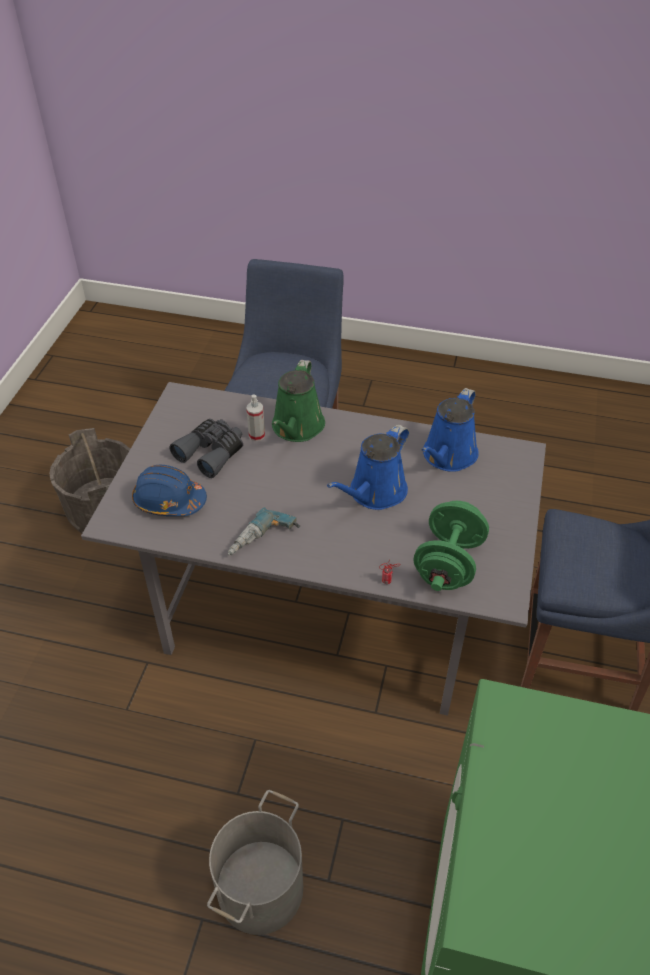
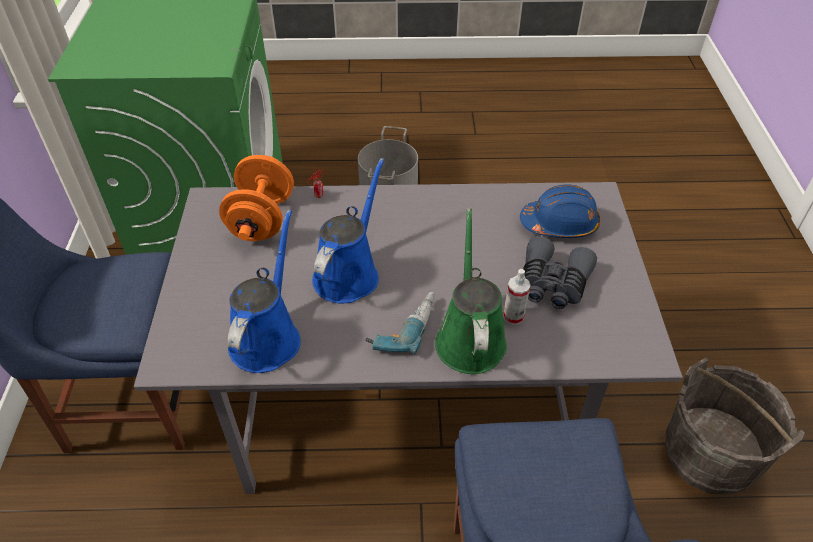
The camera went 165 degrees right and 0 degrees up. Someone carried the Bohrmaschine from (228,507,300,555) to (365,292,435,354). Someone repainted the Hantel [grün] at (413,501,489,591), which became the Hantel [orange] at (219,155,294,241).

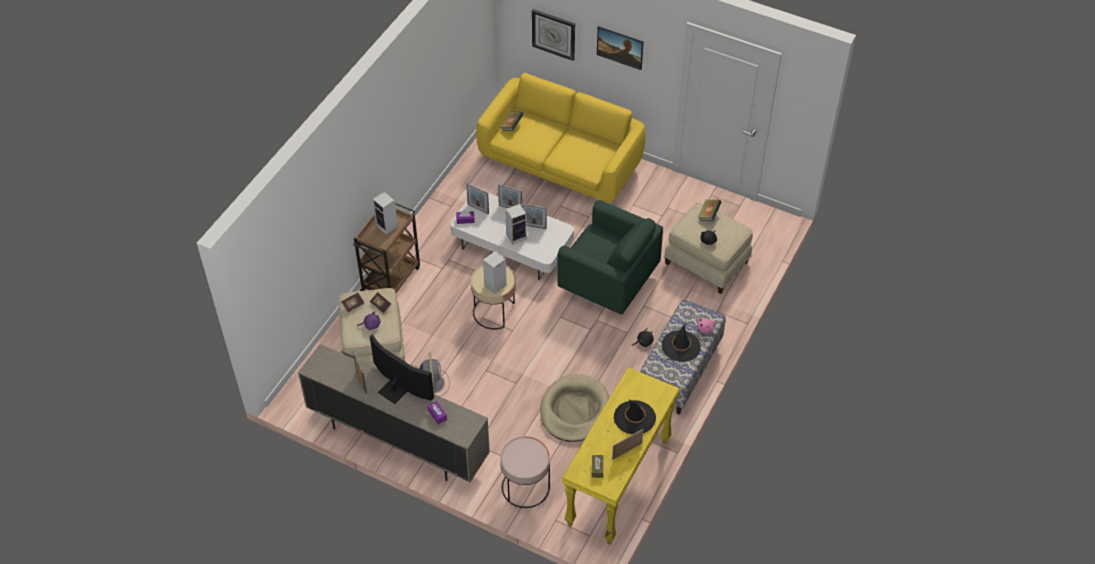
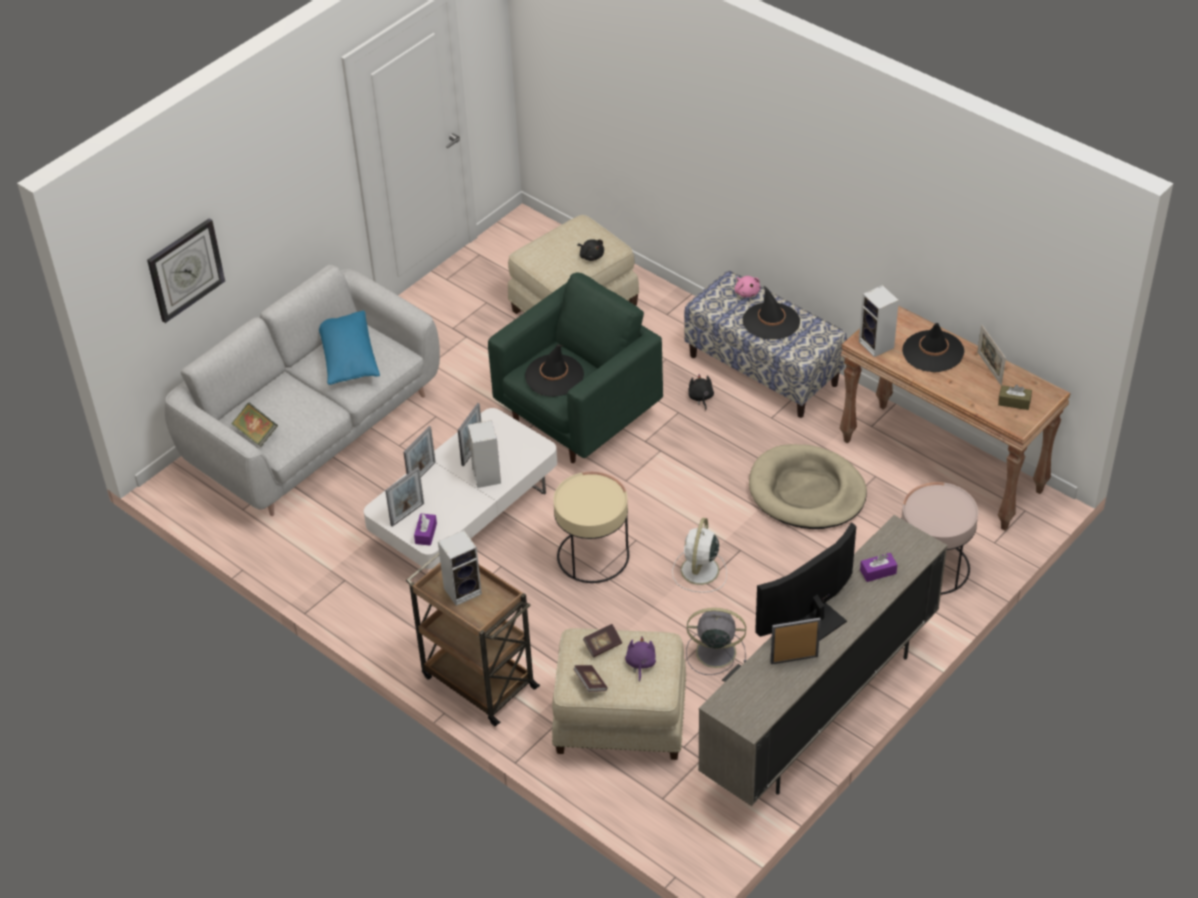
The camera went 75 degrees left and 5 degrees down. Someone took away the Bild at (597,26,644,70). Someone took away the Buch at (698,200,721,221). Someone put down the Kissen [blau] at (319,311,380,385). Someone put down the Hut [schwarz] at (525,345,584,397). Someone put down the Ventilator [weiß] at (672,518,727,593). Someone carried the Lautsprecher from (483,251,507,294) to (859,285,899,357). Someone repainted the Sofa [gelb] at (476,73,646,203), which became the Sofa [grau] at (165,265,440,516). Someone repainted the Konsolentisch [gelb] at (562,367,680,545), which became the Konsolentisch [braun] at (840,305,1071,531).

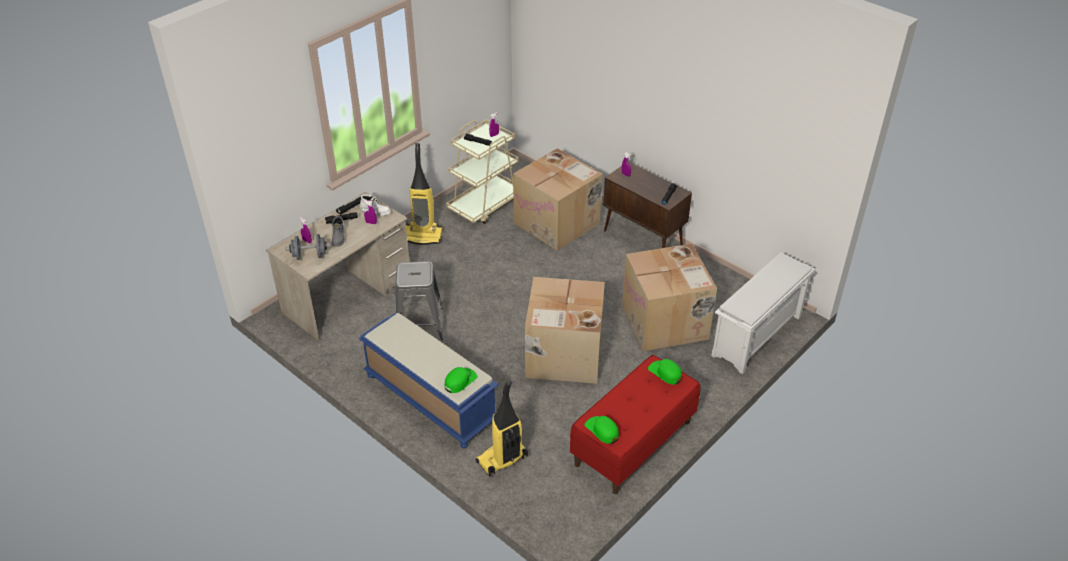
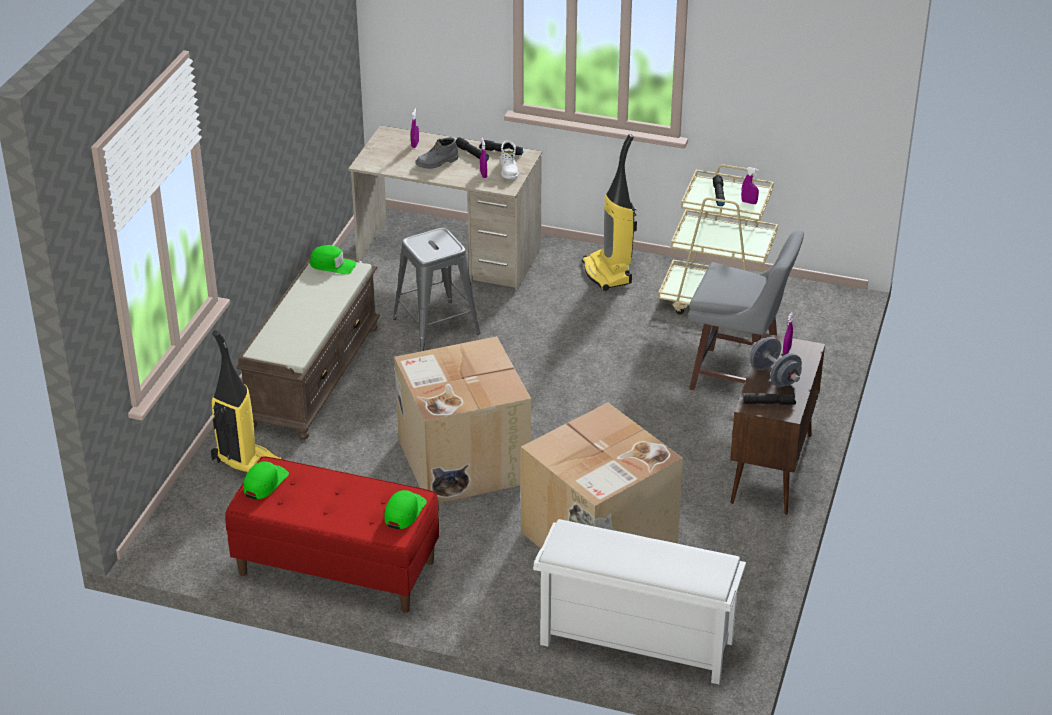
The camera went 65 degrees right and 5 degrees down. Someone carried the Hantel [grau] from (285,234,331,260) to (750,337,802,387). Someone carried the Kappe [grün] from (445,367,478,393) to (310,245,357,275). Someone swapped the Karton at (513,148,603,251) for the Hocker [grau] at (688,230,804,390). Someone repainted the Bank [blau] at (359,313,499,448), which became the Bank [braun] at (236,257,380,440).

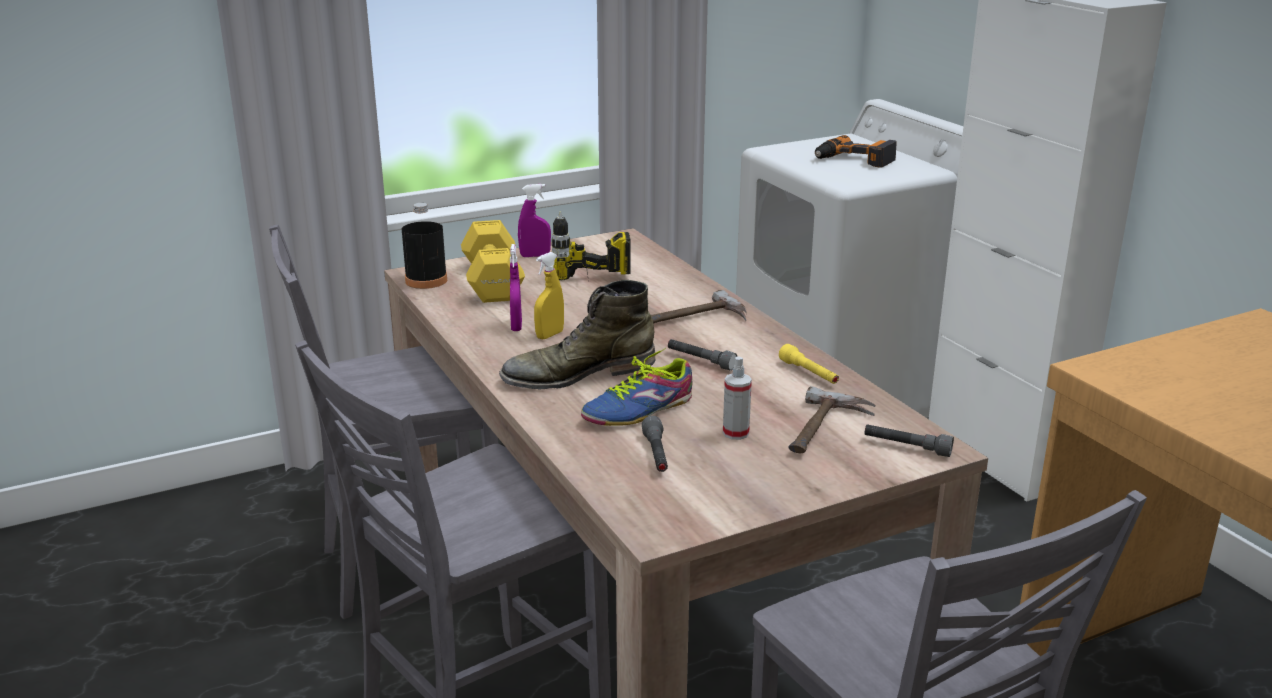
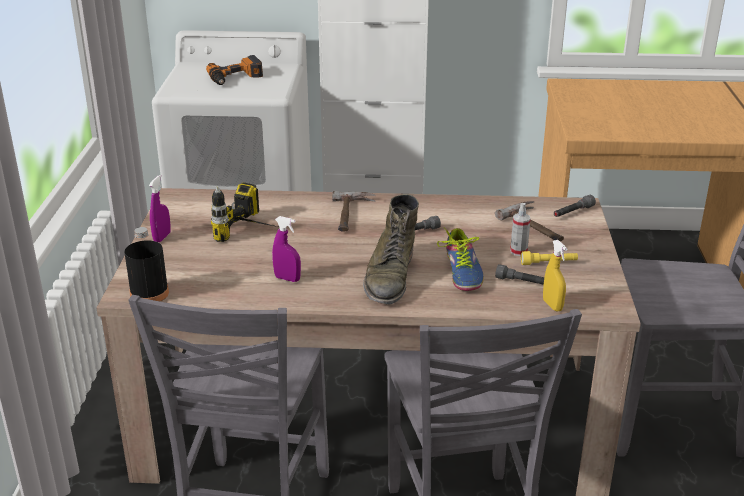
The camera went 60 degrees left and 5 degrees up. Someone took away the Hantel [gelb] at (461,220,525,303). Someone carried the Sprühflasche [gelb] from (534,252,564,340) to (543,240,567,311). Someone carried the Taschenlampe [gelb] from (779,344,839,384) to (521,251,578,265).

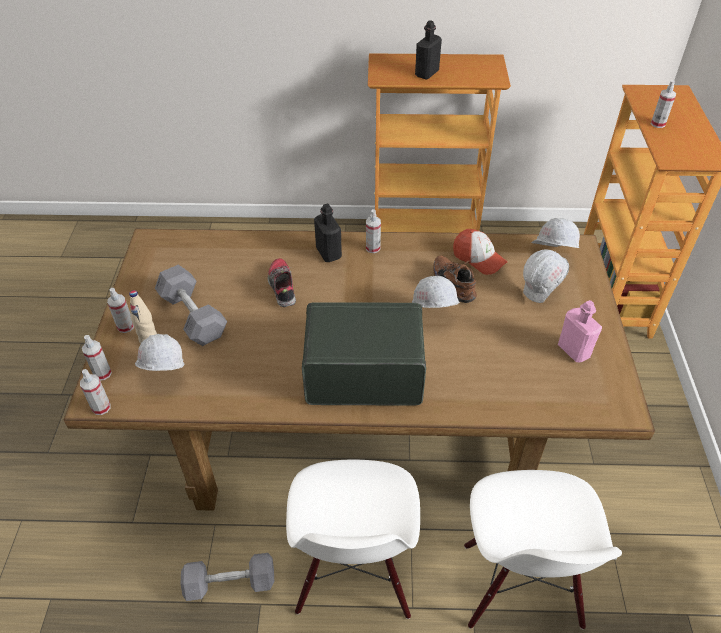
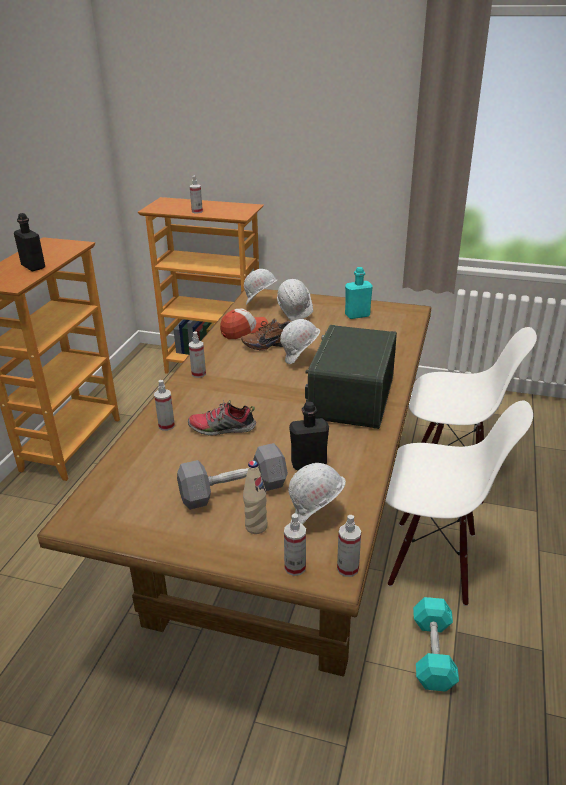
The camera went 75 degrees left and 15 degrees down. Someone carried the Sprühflasche from (107,288,134,333) to (154,380,175,431). Someone carried the Flasche [schwarz] from (314,204,342,262) to (289,402,329,471). Someone repainted the Hantel [grau] at (180,553,274,601), which became the Hantel [türkis] at (413,597,459,691). Someone repainted the Flasche [rosa] at (558,300,602,362), which became the Flasche [türkis] at (345,267,373,319).

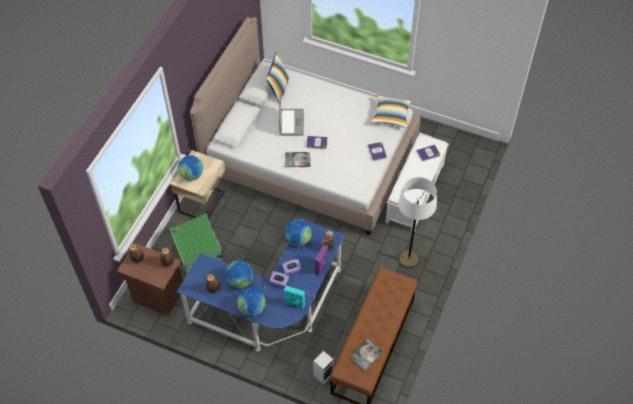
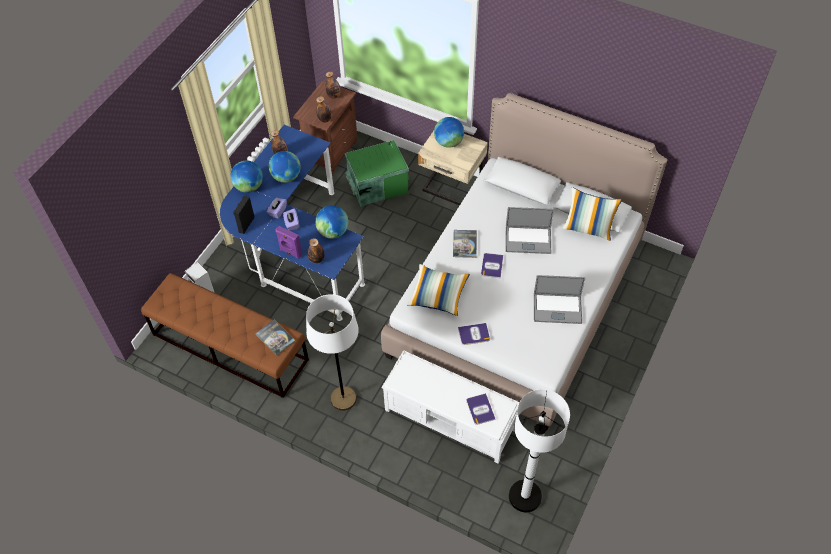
The camera went 95 degrees right and 0 degrees up. Someone put down the Stehlampe [weiß] at (509,389,570,512). Someone put down the Laptop at (534,275,585,324). Someone carried the Buch from (350,339,383,371) to (255,319,295,356). Someone carried the Kissen from (371,95,412,128) to (407,264,470,316). Someone repainted the Lautsprecher [türkis] at (284,286,305,309), which became the Lautsprecher [schwarz] at (233,195,255,234).

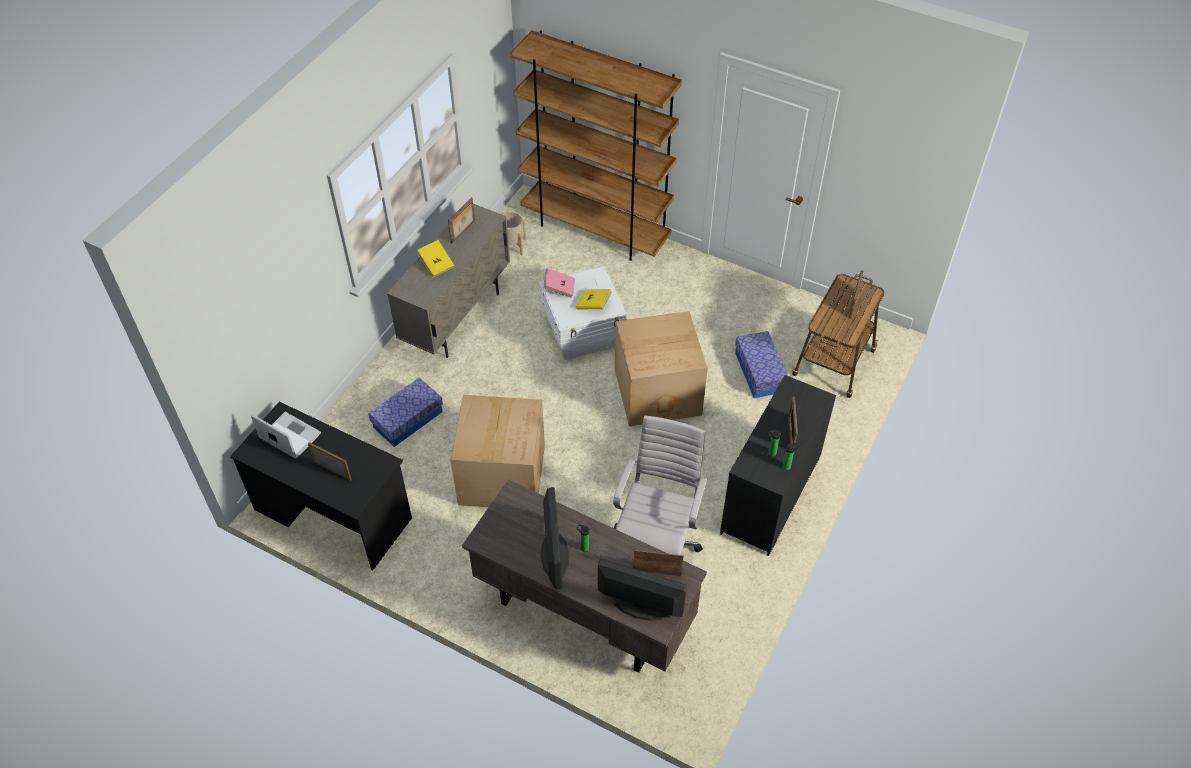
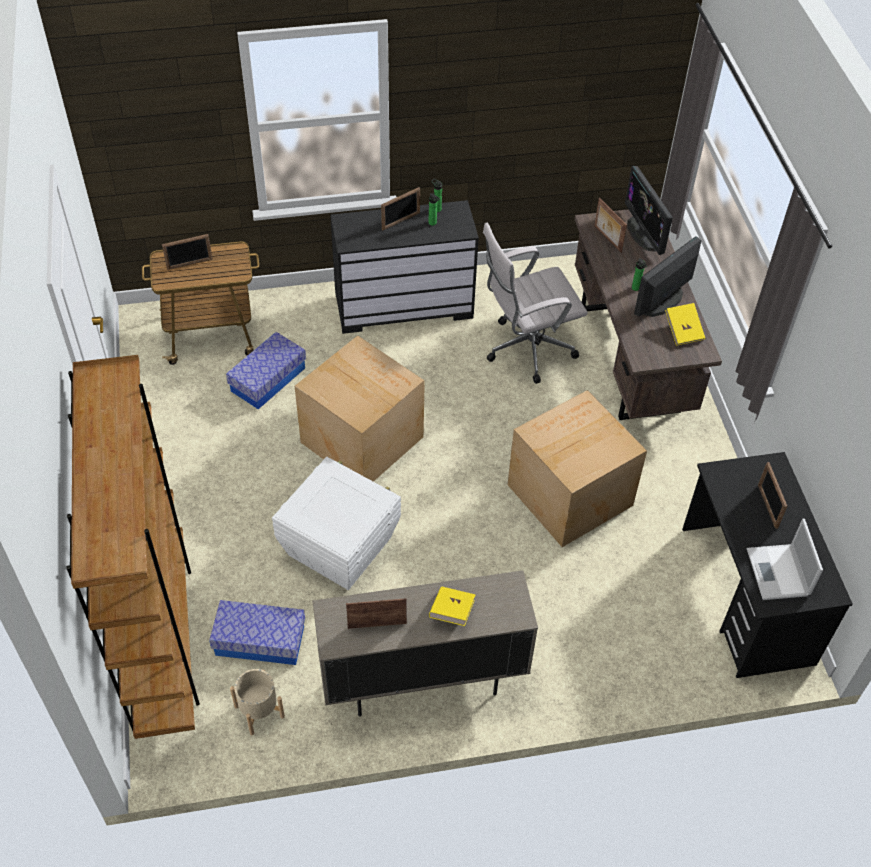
The camera went 130 degrees left and 0 degrees up. Someone took away the Buch [rosa] at (543,268,575,298). Someone carried the Aufbewahrungsbox from (368,378,443,447) to (209,600,305,665). Someone carried the Buch [gelb] from (575,289,612,310) to (665,303,705,346).

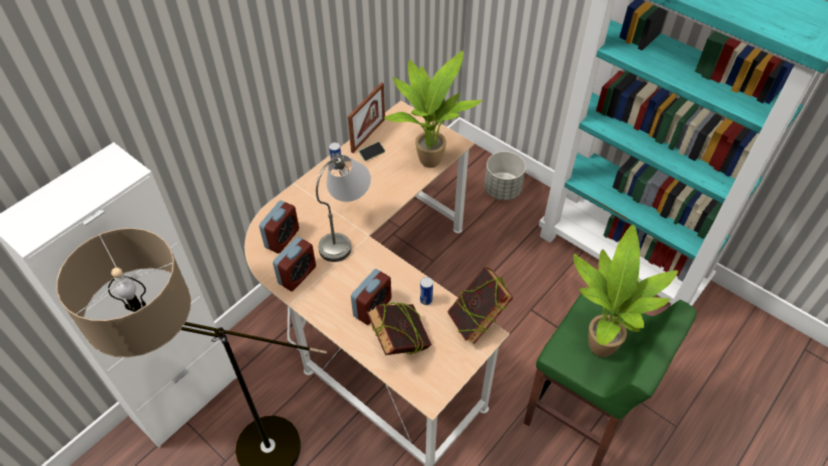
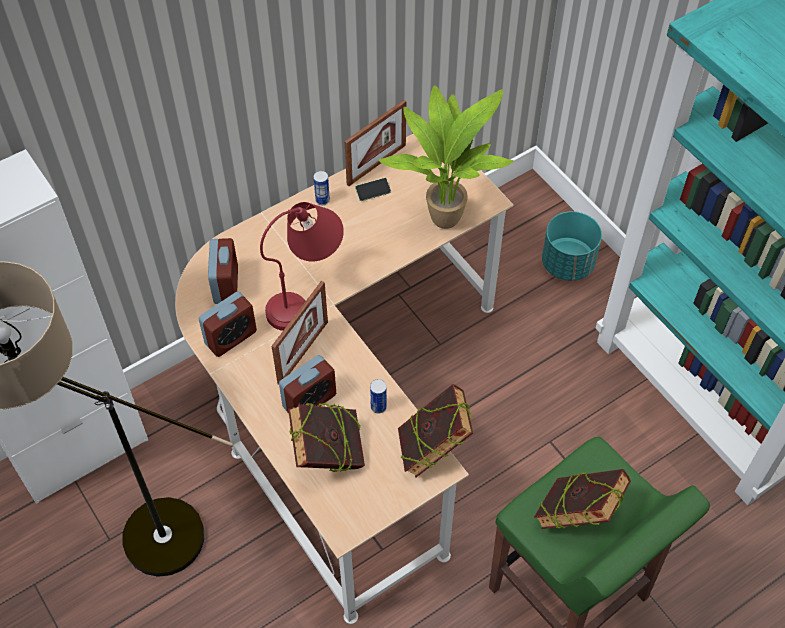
The camera went 15 degrees right and 5 degrees up. Someone put down the Bilderrahmen at (272,281,328,385). Someone swapped the Topfpflanze at (573,225,678,357) for the Buch at (534,469,631,529). Someone repainted the Tischlampe [grau] at (316,155,371,262), which became the Tischlampe [rot] at (260,202,344,331). Someone repainted the Pflanzkübel [grau] at (484,151,526,200), which became the Pflanzkübel [türkis] at (542,211,602,281). Someone rotated the Wecker at (259,200,299,254) by 45 degrees counterclockwise.

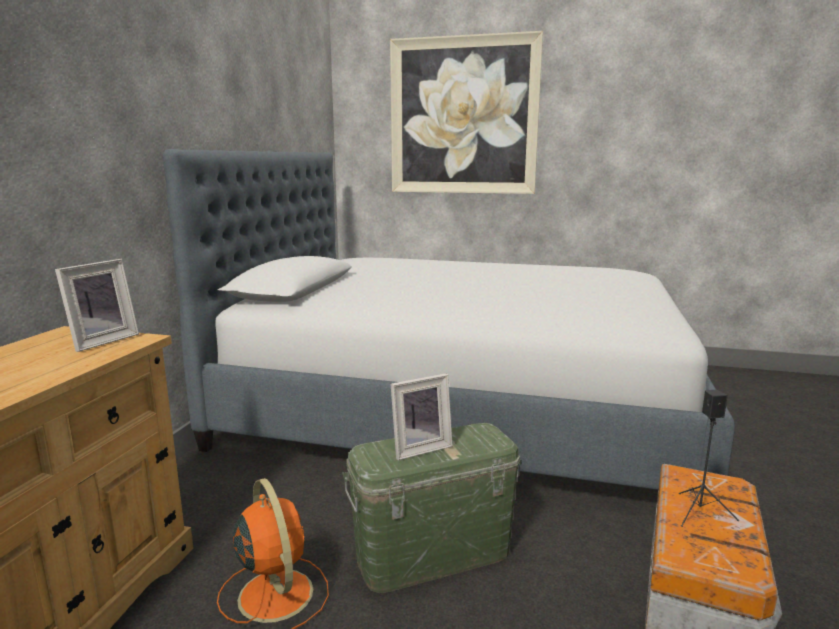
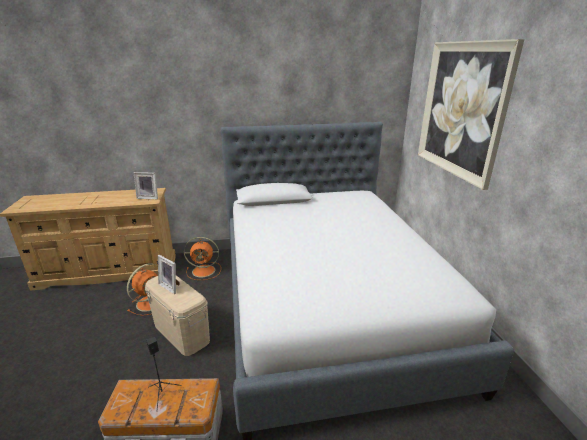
The camera went 65 degrees right and 10 degrees up. Someone put down the Ventilator [orange] at (184,237,221,280). Someone repainted the Aufbewahrungsbox [grün] at (343,423,522,593), which became the Aufbewahrungsbox [beige] at (145,275,210,356).

